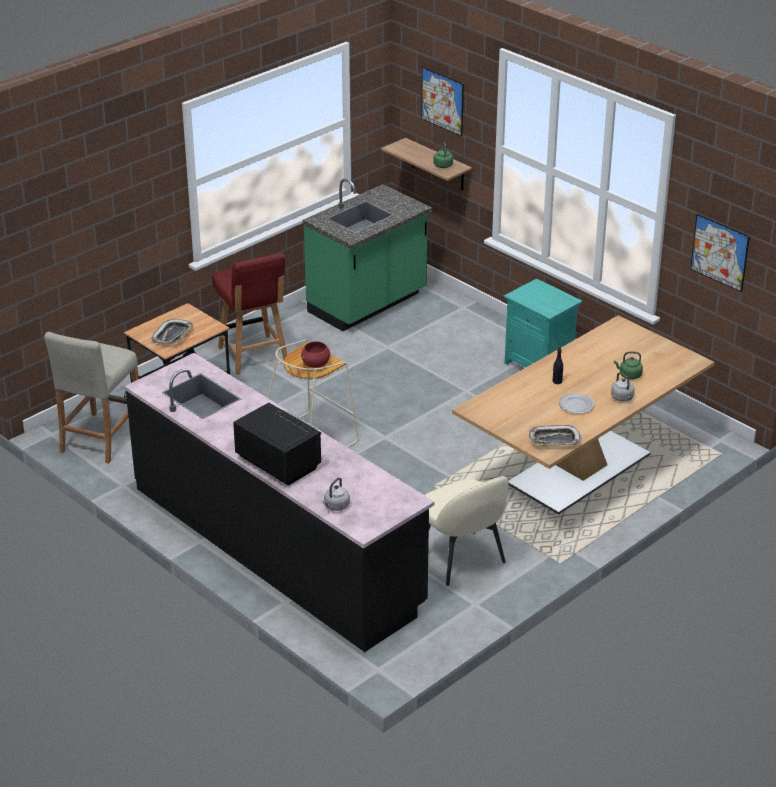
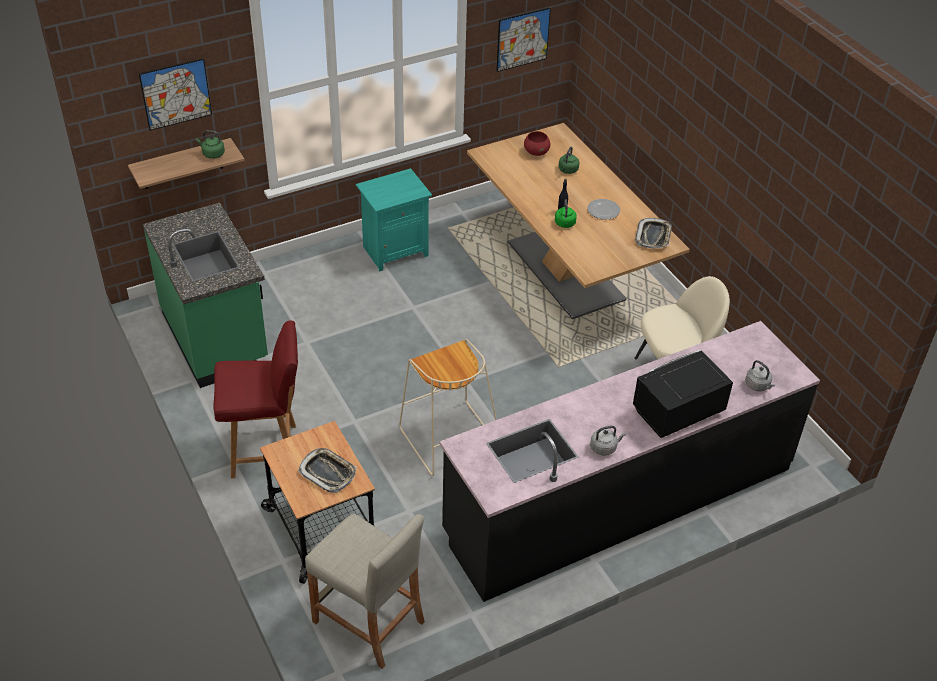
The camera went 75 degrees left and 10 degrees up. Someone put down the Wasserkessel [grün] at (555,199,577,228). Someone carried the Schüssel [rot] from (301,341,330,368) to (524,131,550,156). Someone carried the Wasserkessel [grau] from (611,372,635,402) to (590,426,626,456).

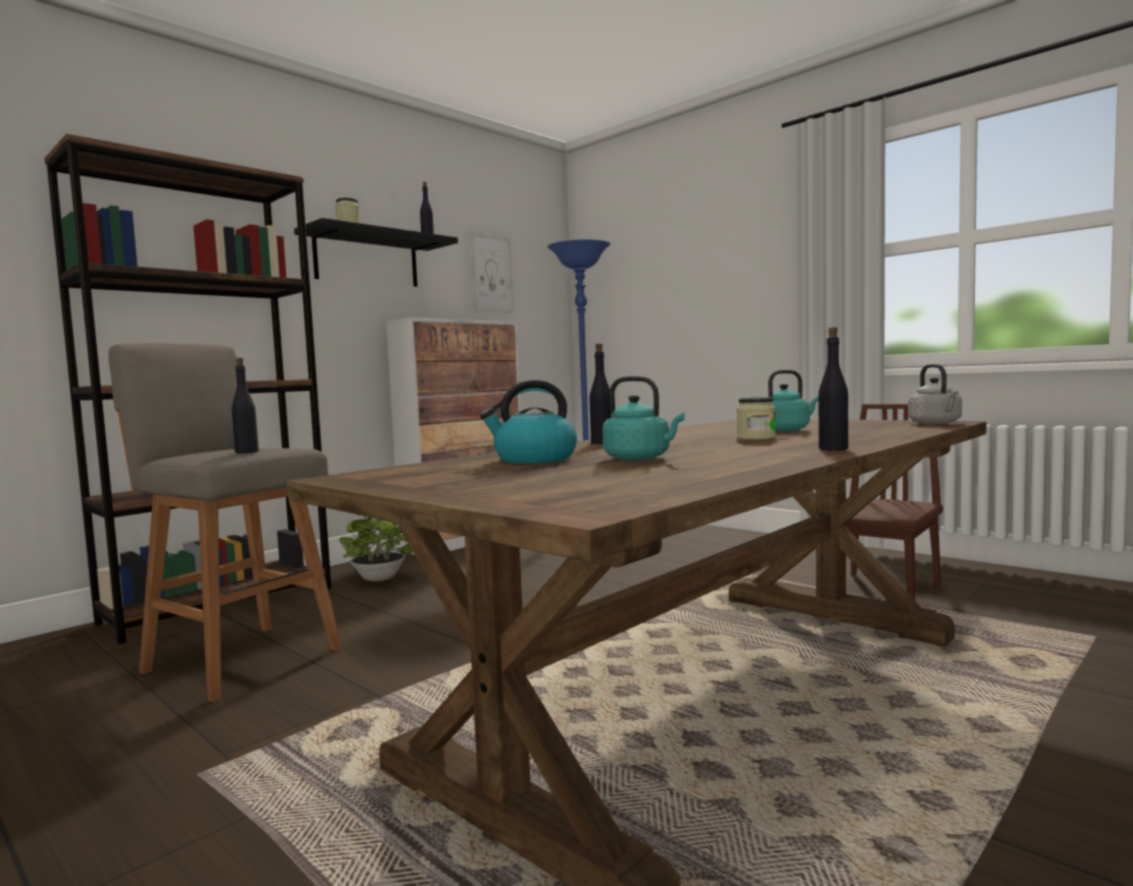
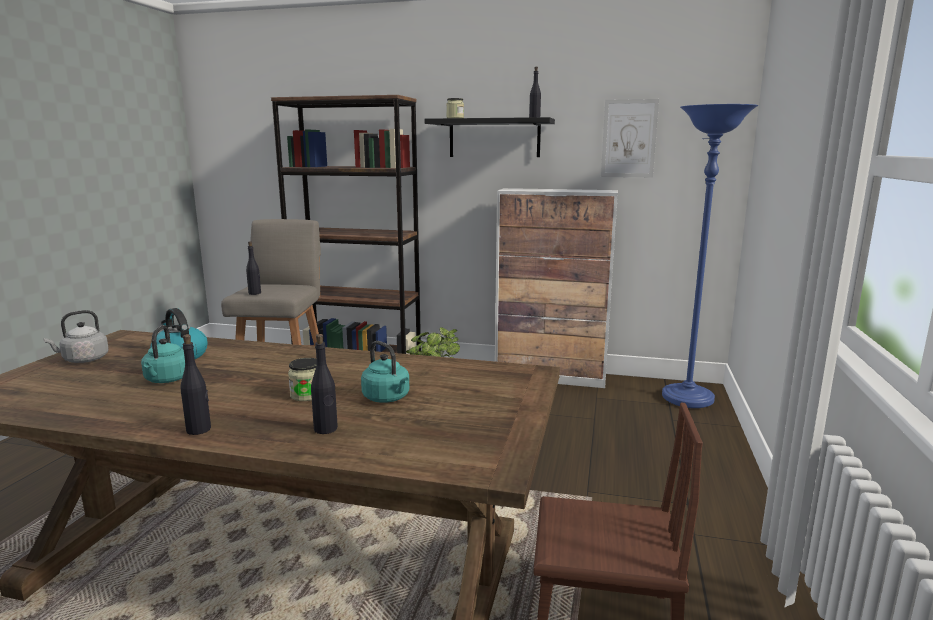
The camera went 60 degrees right and 10 degrees up. Someone carried the Flasche [schwarz] from (589,343,611,444) to (311,334,338,434). Someone carried the Wasserkessel [grau] from (908,364,962,425) to (43,310,109,363).

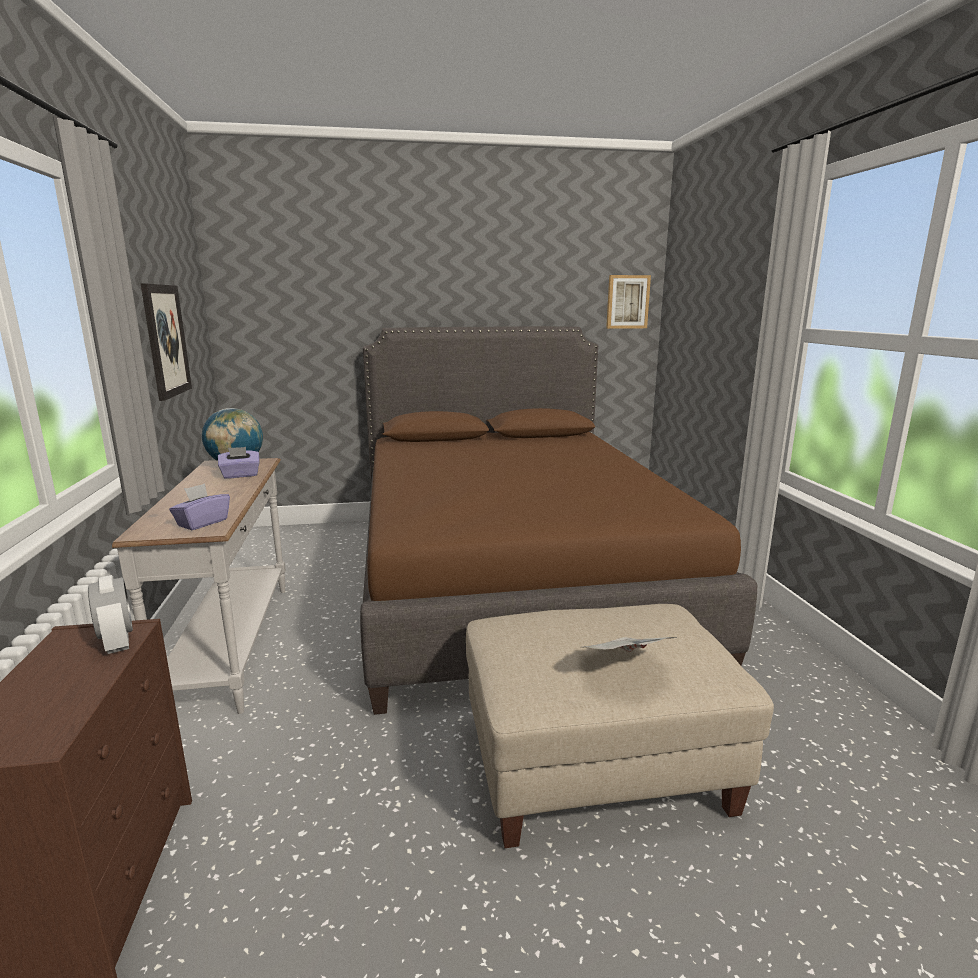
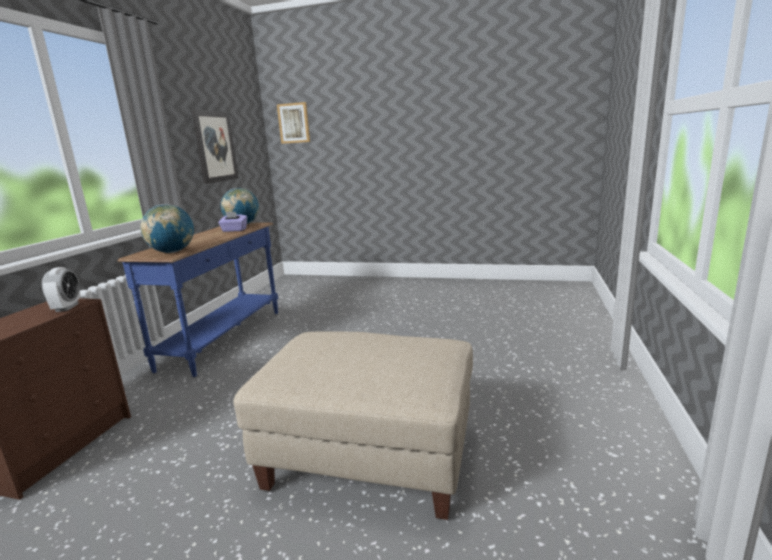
The camera went 25 degrees right and 0 degrees up. Someone took away the Bett [braun] at (360,326,757,715). Someone took away the Zeitung at (582,637,677,652). Someone carried the Bild from (606,275,651,329) to (277,102,310,144). Someone swapped the Taschentuchbox [lila] at (169,483,230,530) for the Globus at (140,204,194,253). Someone repainted the Konsolentisch [weiß] at (112,458,286,714), which became the Konsolentisch [blau] at (118,222,278,377).

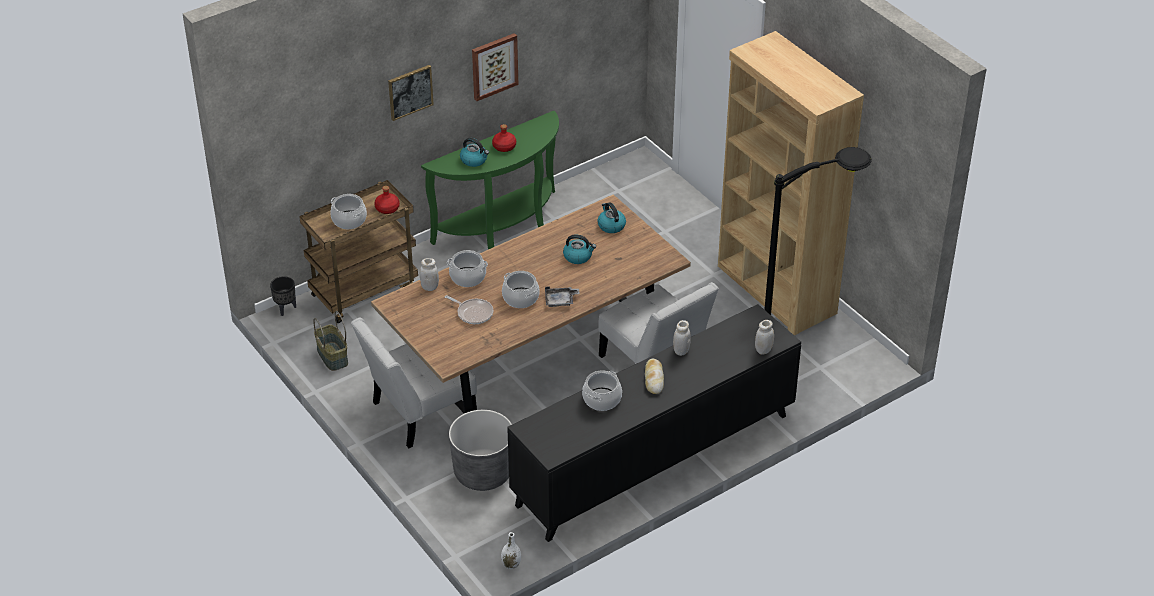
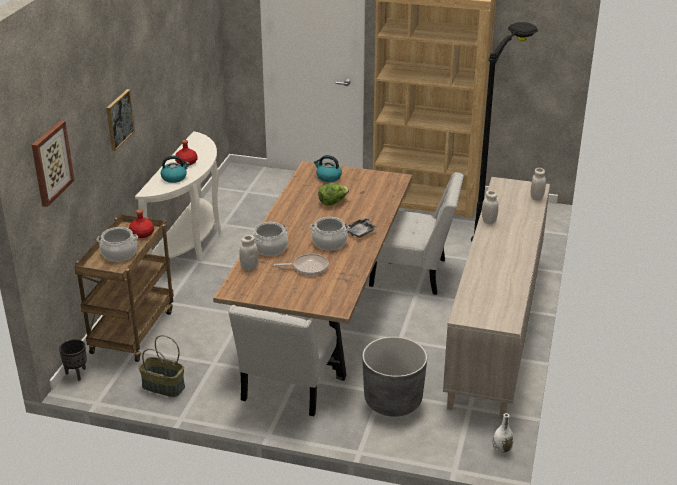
The camera went 40 degrees left and 10 degrees down. Someone took away the Kochtopf at (582,370,622,411). Someone took away the Brot at (645,359,664,394). Someone carried the Bild from (472,33,518,101) to (32,120,75,207). Someone swapped the Wasserkessel at (563,234,596,264) for the Salatkopf at (318,183,349,205). Someone repainted the Konsolentisch [grün] at (421,111,559,249), which became the Konsolentisch [weiß] at (135,131,221,261). Someone repainted the Schrank [schwarz] at (507,304,801,542), which became the Schrank [beige] at (443,177,550,419).

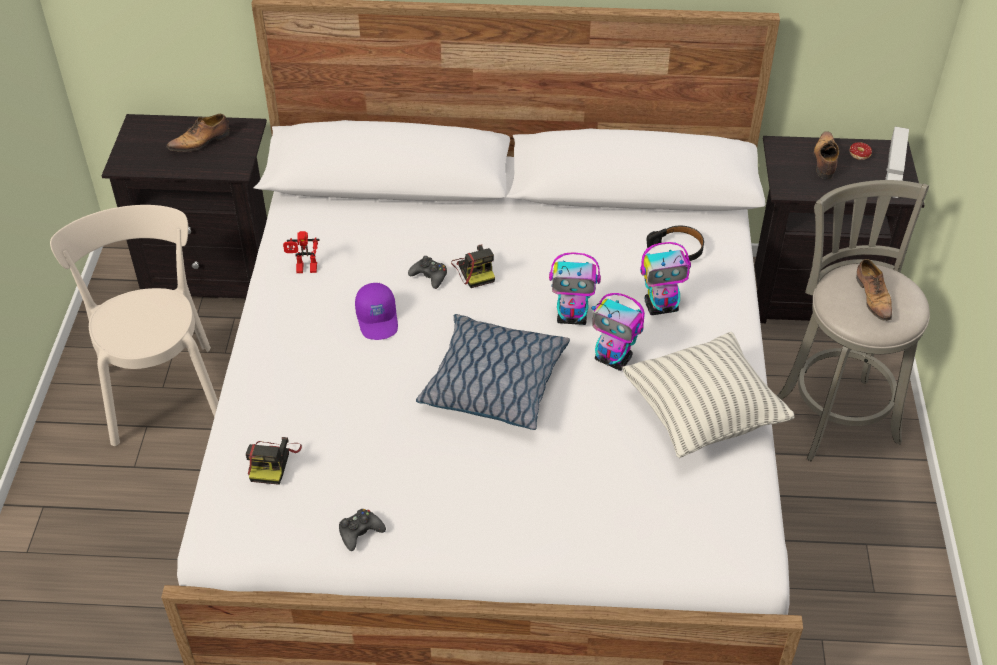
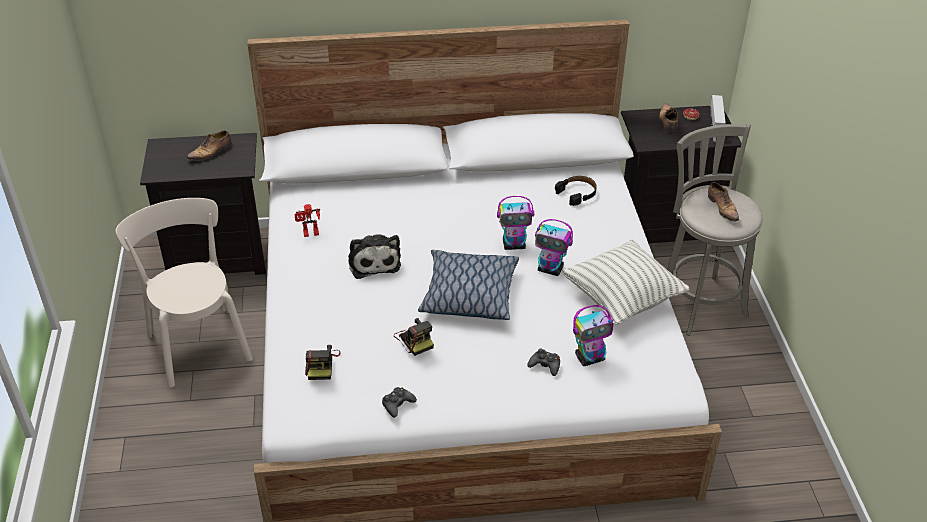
The camera went 10 degrees left and 5 degrees down. Someone carried the Gamepad [schwarz] from (408,256,447,289) to (527,348,560,376). Someone carried the Kamera from (451,244,495,288) to (394,318,434,356). Someone carried the Spielzeugroboter from (640,242,691,315) to (573,305,613,366). Someone swapped the Kappe [lila] at (355,283,398,340) for the Plüschtier at (348,234,401,279).

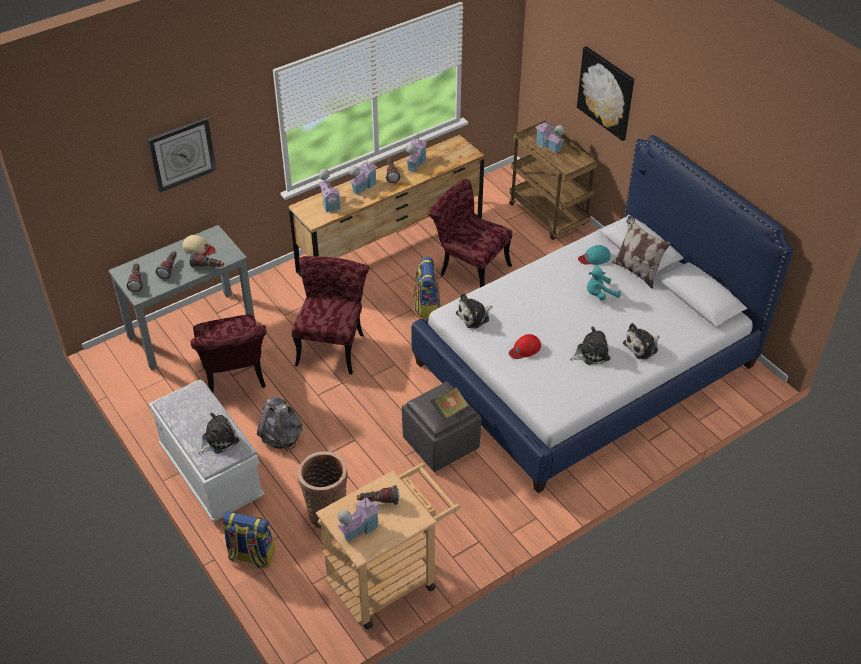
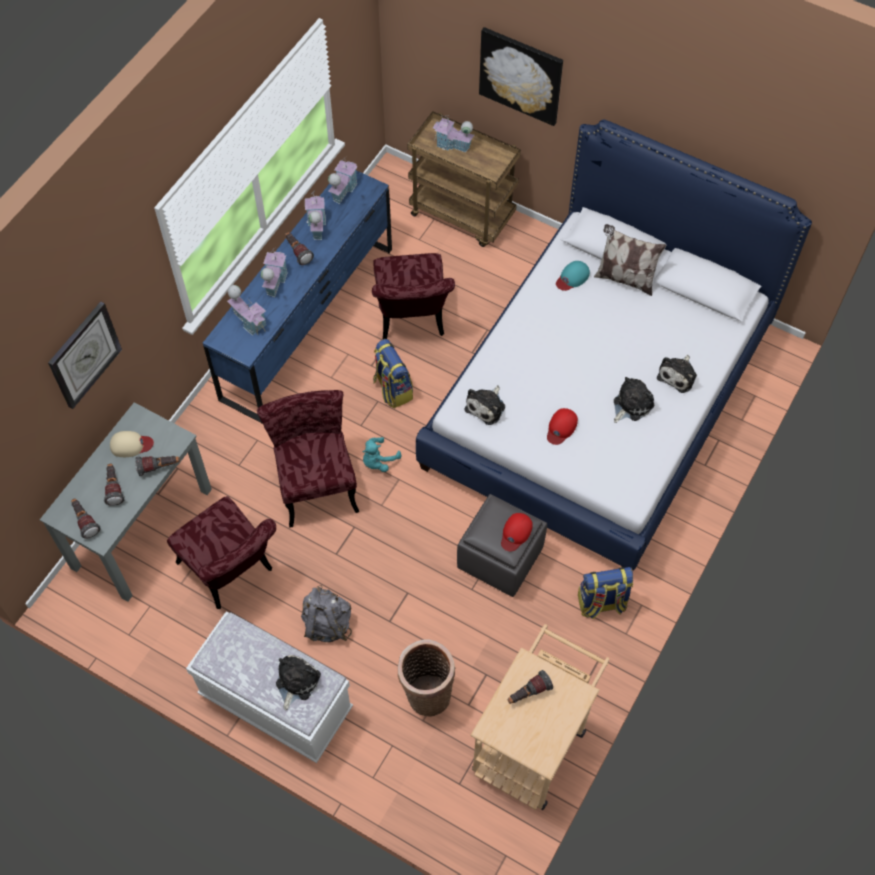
The camera went 25 degrees left and 15 degrees up. Someone carried the Rucksack from (223,511,275,569) to (578,567,633,619). Someone carried the Spielzeughaus from (337,497,381,543) to (328,157,358,204). Someone carried the Plüschtier [türkis] from (587,266,621,300) to (363,437,401,472). Someone swapped the Buch at (431,387,469,421) for the Kappe [rot] at (501,513,533,551). Someone repainted the Kommode [braun] at (289,135,484,278), which became the Kommode [blau] at (203,170,392,424). Someone rotated the Stuhl [rot] at (429,179,512,287) by 105 degrees counterclockwise.

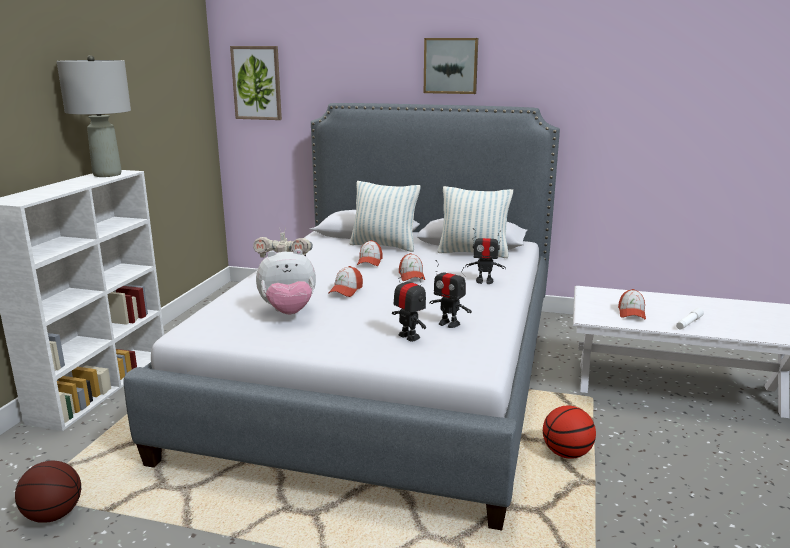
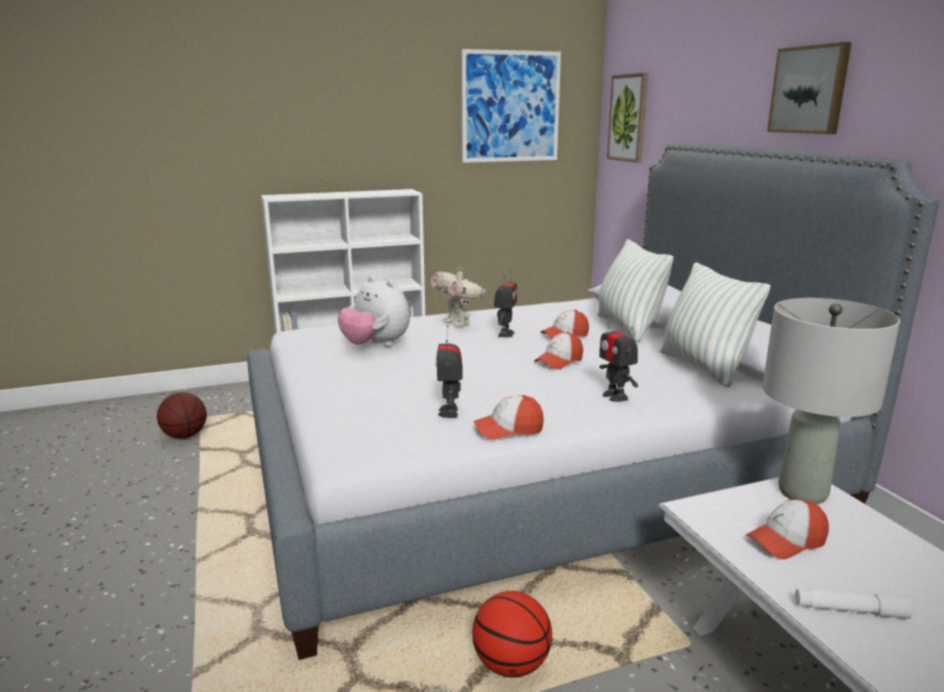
The camera went 55 degrees right and 0 degrees up. Someone put up the Bild at (461,49,561,163). Someone carried the Tischlampe [grau] from (57,55,131,177) to (762,298,900,504). Someone carried the Kappe from (328,266,363,297) to (473,395,544,440). Someone carried the Spielzeugroboter from (392,270,426,342) to (494,271,517,337).

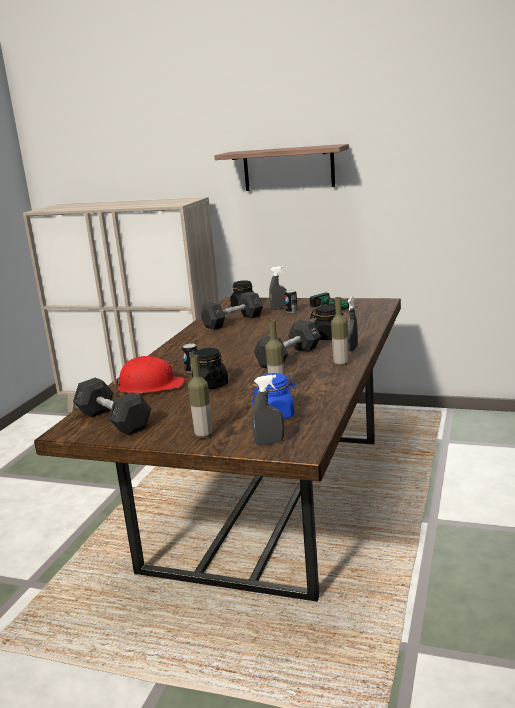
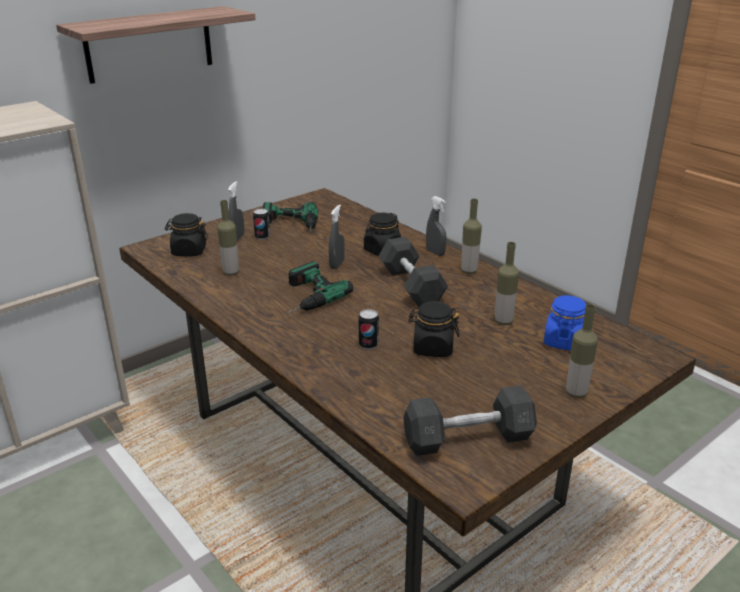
The camera went 60 degrees left and 10 degrees up. Someone took away the Schutzhelm [rot] at (113,356,185,393). Someone put down the Bohrmaschine at (288,261,353,313). Someone carried the Sprühflasche [grau] from (252,375,284,446) to (329,205,345,269). Someone swapped the Hantel [grau] at (200,292,263,330) for the Flasche at (217,200,239,276).

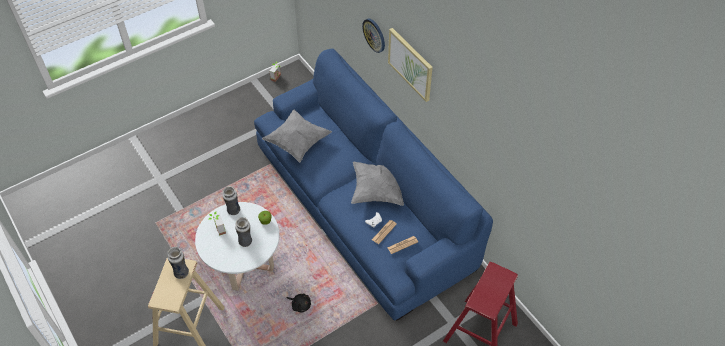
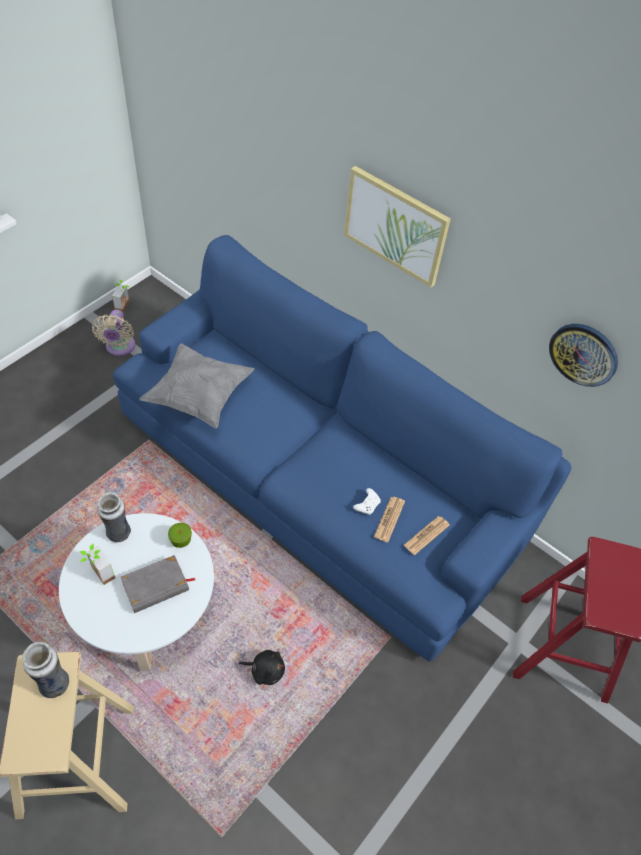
The camera went 20 degrees left and 0 degrees up. Someone took away the Kissen [grau] at (351,162,404,206). Someone put down the Ventilator [beige] at (92,310,135,356). Someone carried the Wanduhr from (362,18,385,53) to (549,324,618,387). Someone swapped the Vase at (235,217,252,247) for the Buch [grau] at (121,555,195,613).

